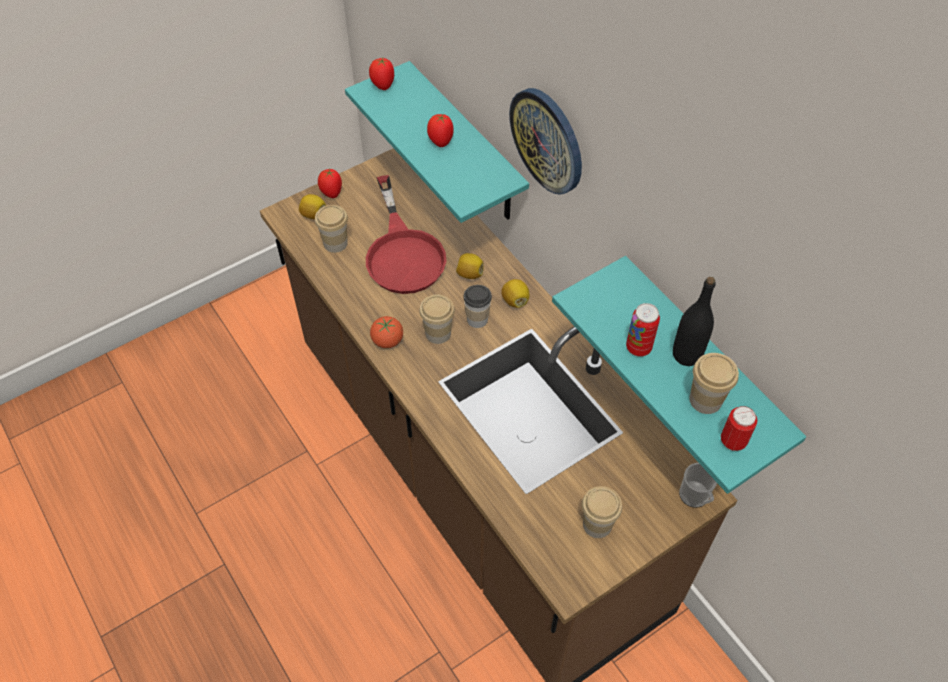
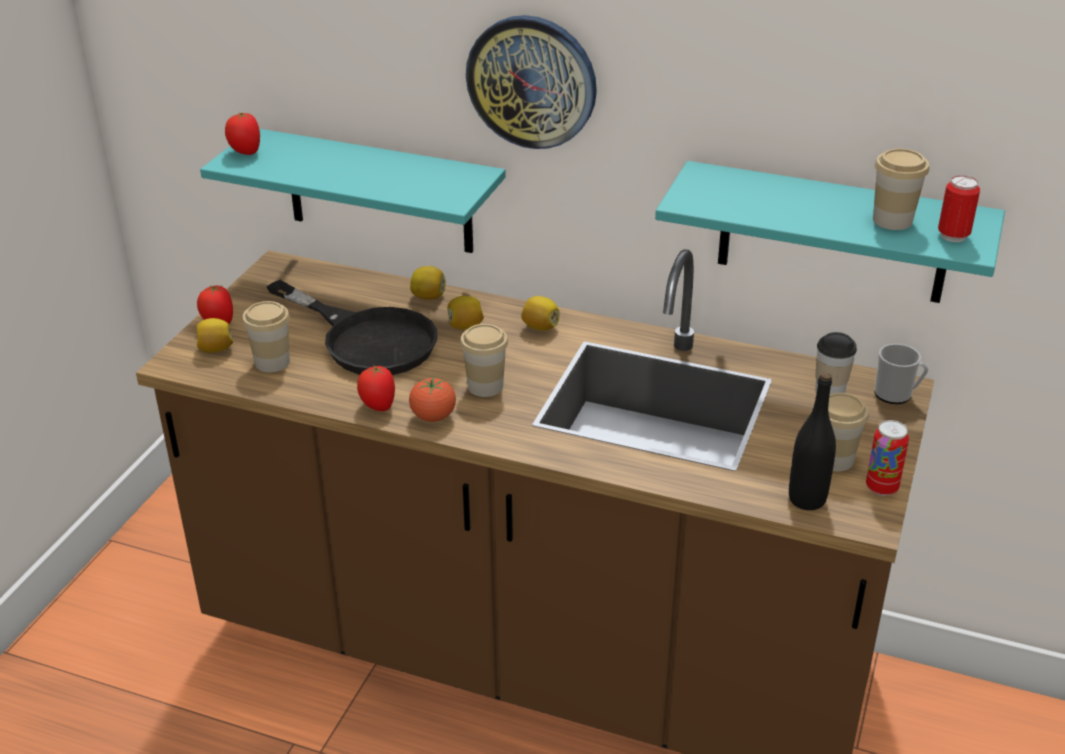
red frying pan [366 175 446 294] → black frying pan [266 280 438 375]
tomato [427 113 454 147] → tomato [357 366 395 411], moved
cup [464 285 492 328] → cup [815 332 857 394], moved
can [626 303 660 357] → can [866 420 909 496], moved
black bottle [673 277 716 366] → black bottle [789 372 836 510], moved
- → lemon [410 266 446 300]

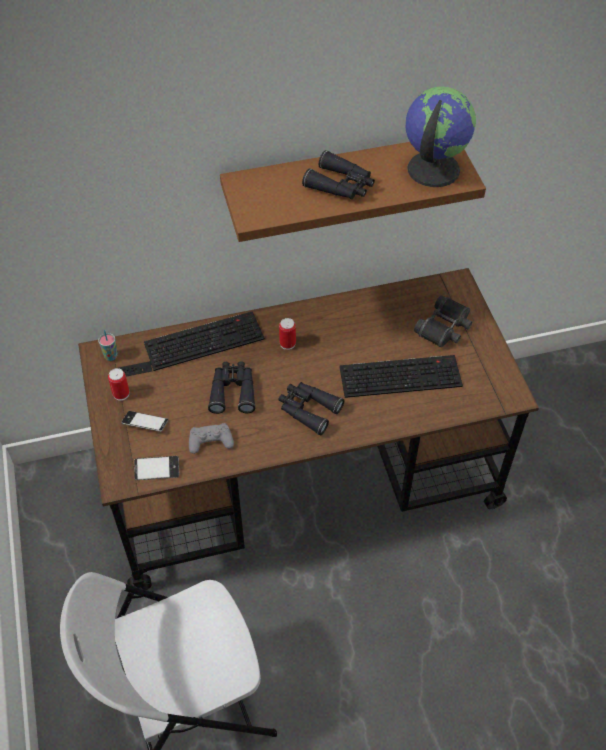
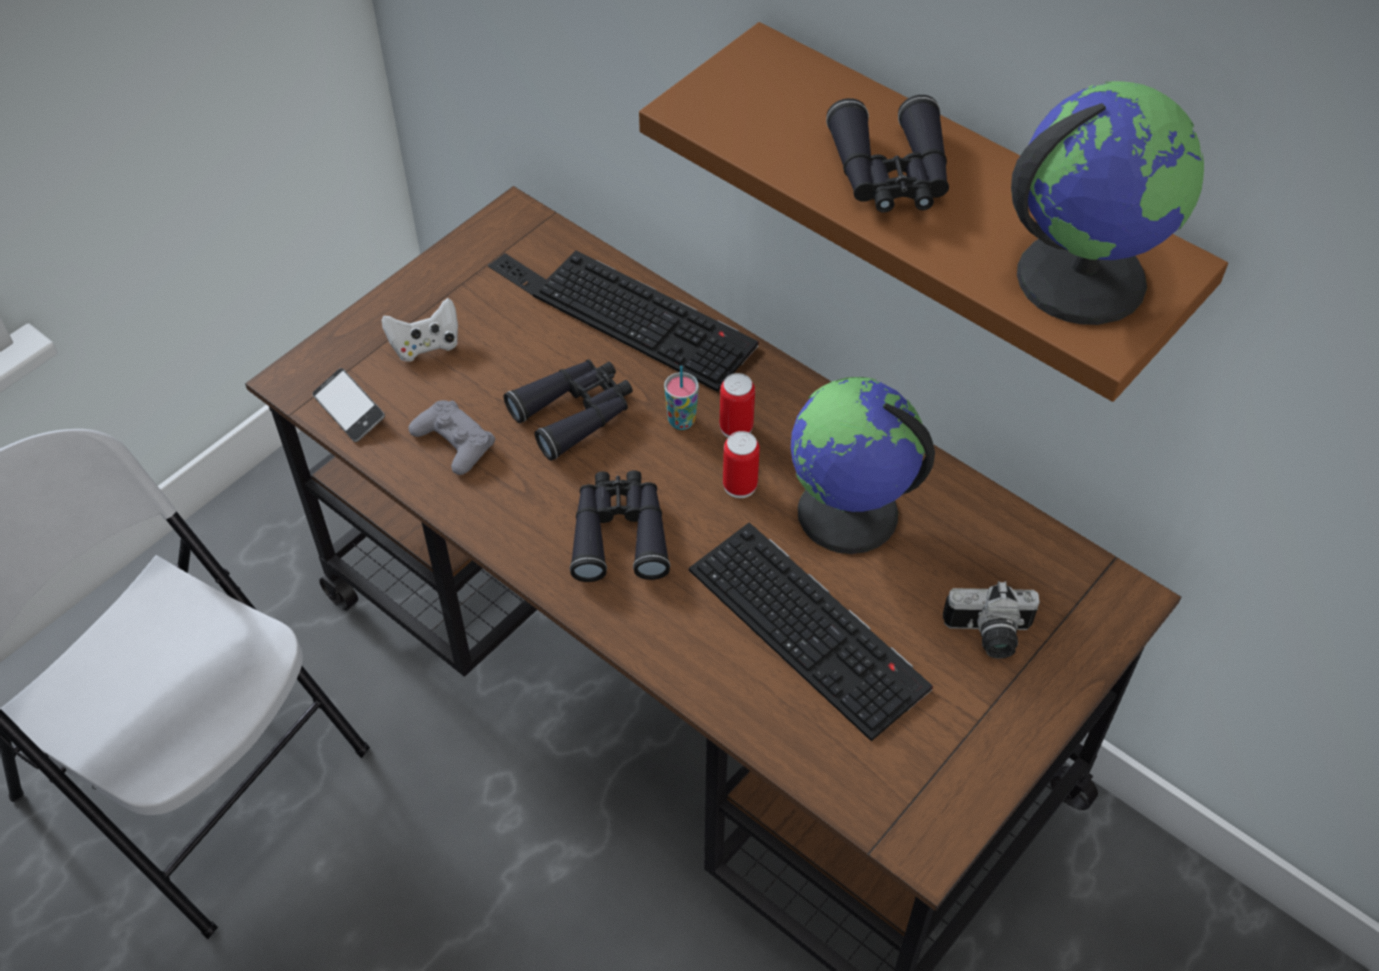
cup [98 330 118 361] → cup [664 365 699 430], moved
can [108 368 129 401] → can [723 431 760 498], moved
phone [121 411 168 432] → white game controller [382 298 458 362]
black binoculars [414 295 472 347] → photo camera [943 581 1040 659]
- → globe [791 377 935 554]

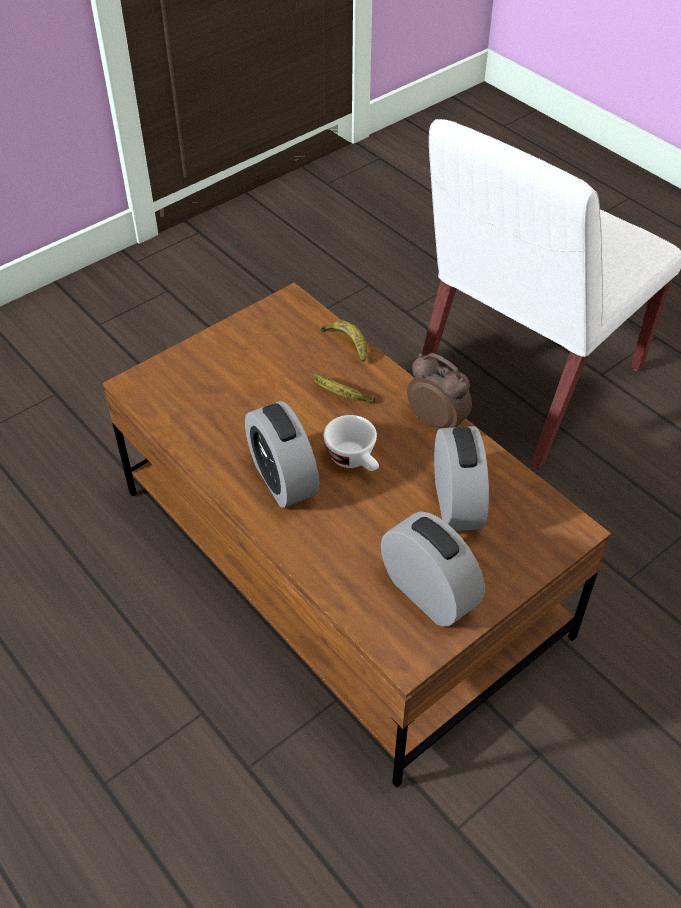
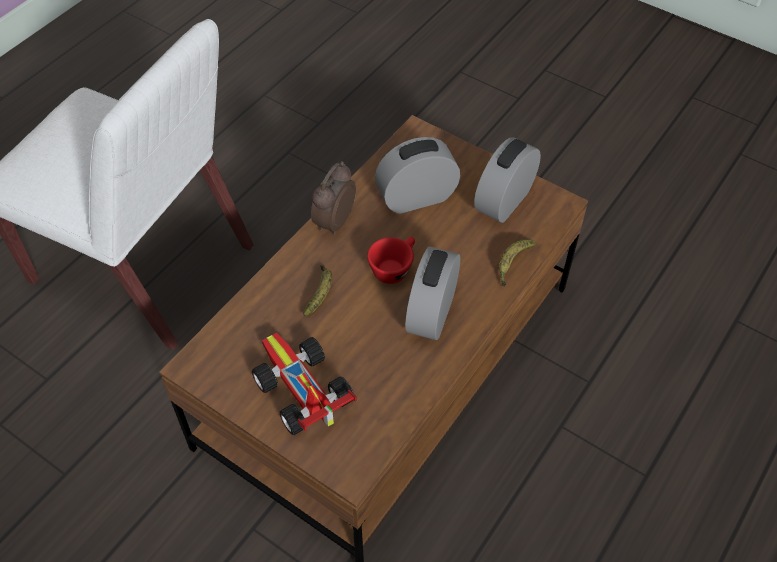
alarm clock [245 401 319 508] → alarm clock [405 246 460 340], 150 degrees clockwise
banana [321 320 367 362] → banana [499 239 537 287], moved
white cup [323 415 379 471] → red cup [367 237 415 284]
- → toy car [252 333 357 435]

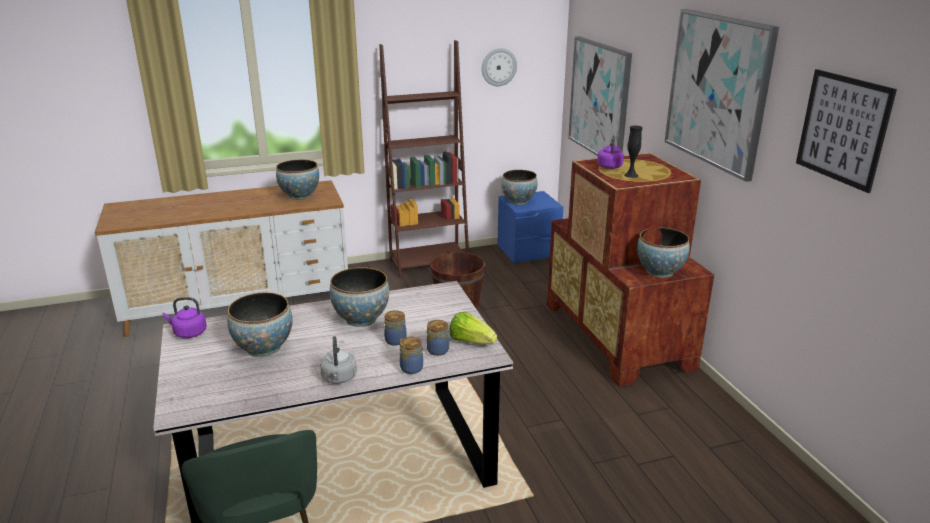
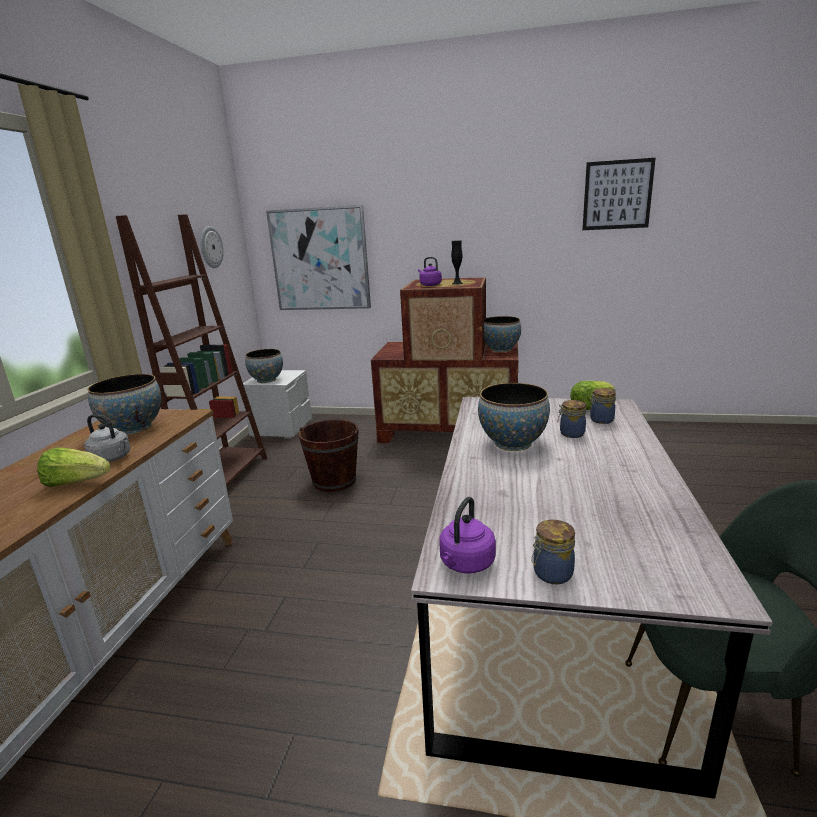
bowl [227 292 292 357] → -
grey kettle [320 336 357 384] → grey kettle [84 414 130 462], moved
jar [400 337 423 374] → jar [532 520 575 584], moved
blue nightstand [497 191 563 264] → white nightstand [243 370 312 439]
picture [665 9 779 182] → -
- → lettuce [37 447 110 487]

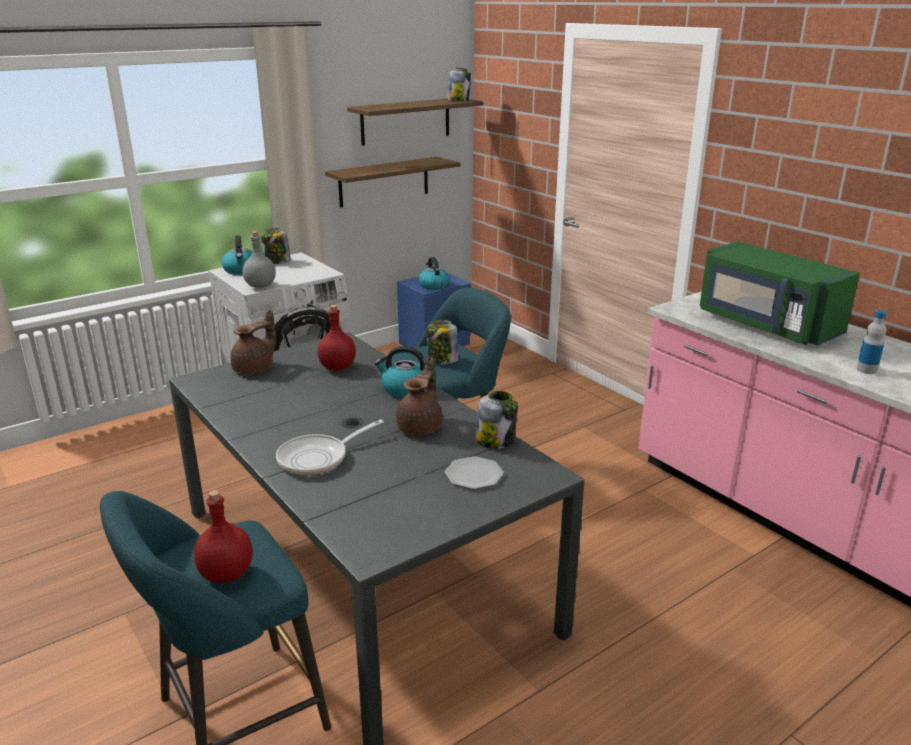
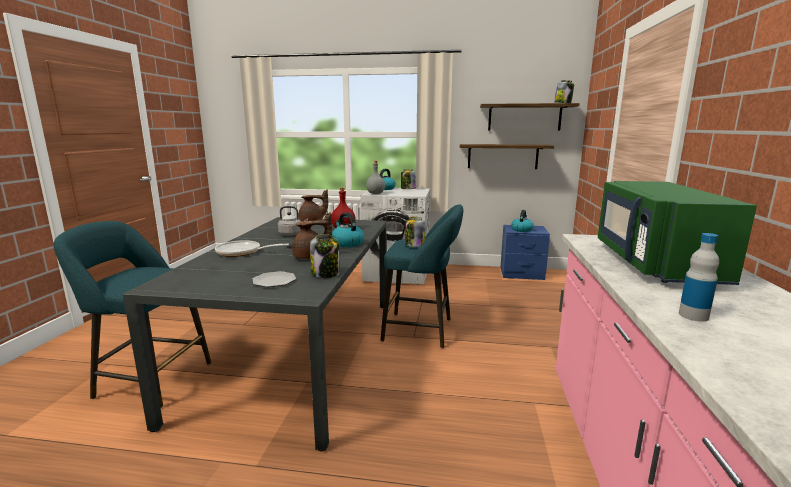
red bottle [194 490 253 583] → -
- → grey kettle [278 206 308 236]

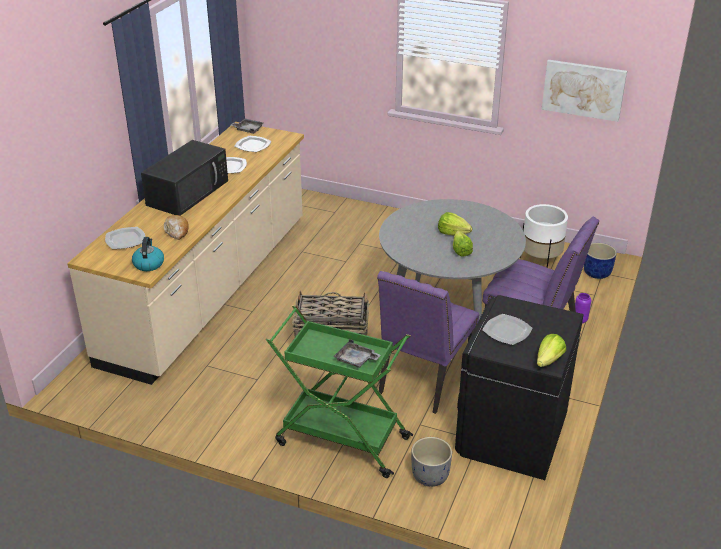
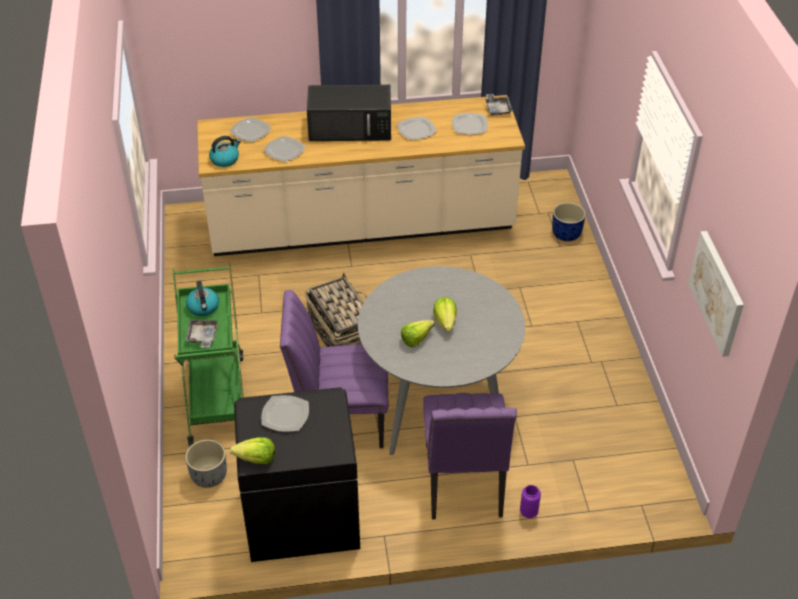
bread [164 215 189 240] → plate [263 136 306 162]
white planter [520 204 568 268] → -
blue planter [584 243 617 279] → blue planter [552 202 586 241], moved
- → kettle [186 281 219 316]

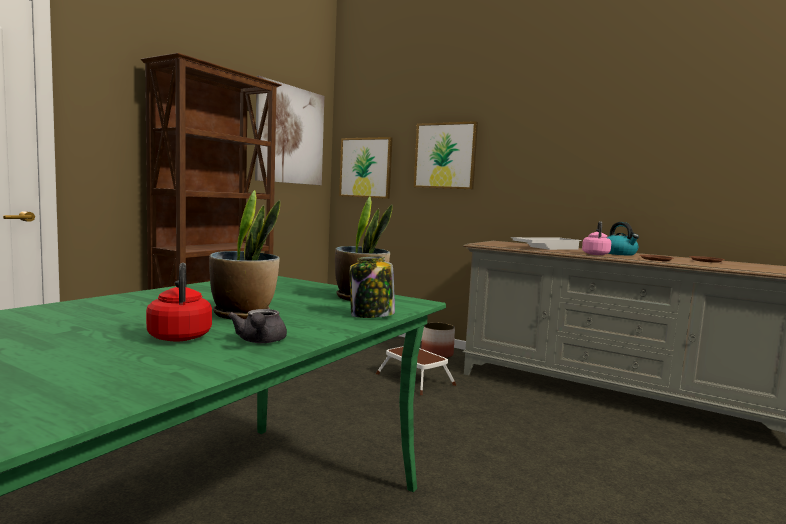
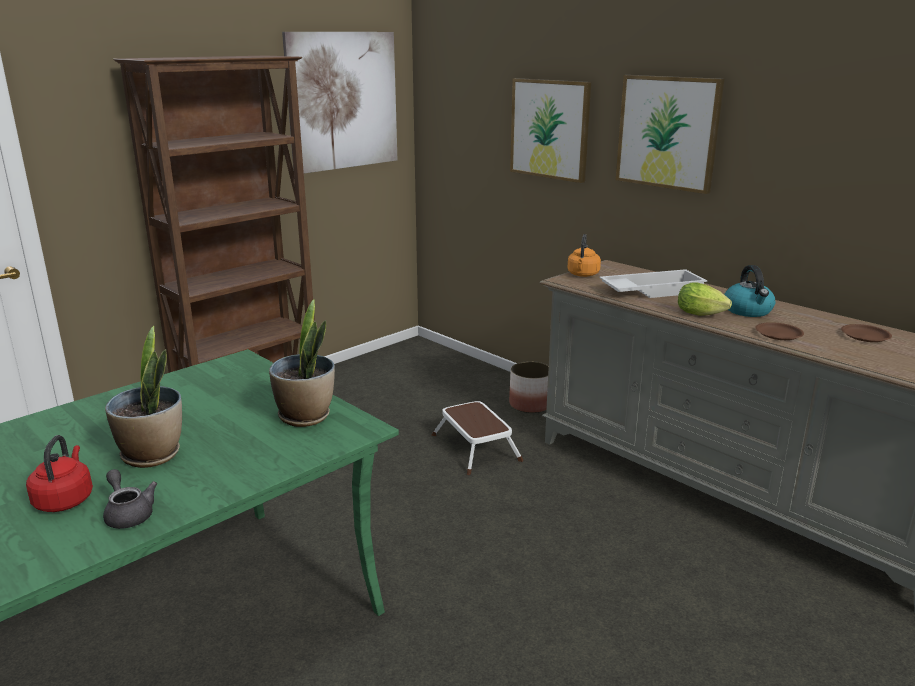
grey teapot [228 309 287 343] → grey teapot [103 469 157 529], 135 degrees clockwise
picture [339 137 393 199] → picture [616 75 724 194], moved
jar [350 256 395 318] → -
pink kettle [582 221 611 255] → lettuce [678 282 732 316]
- → orange kettle [568 234 601 277]

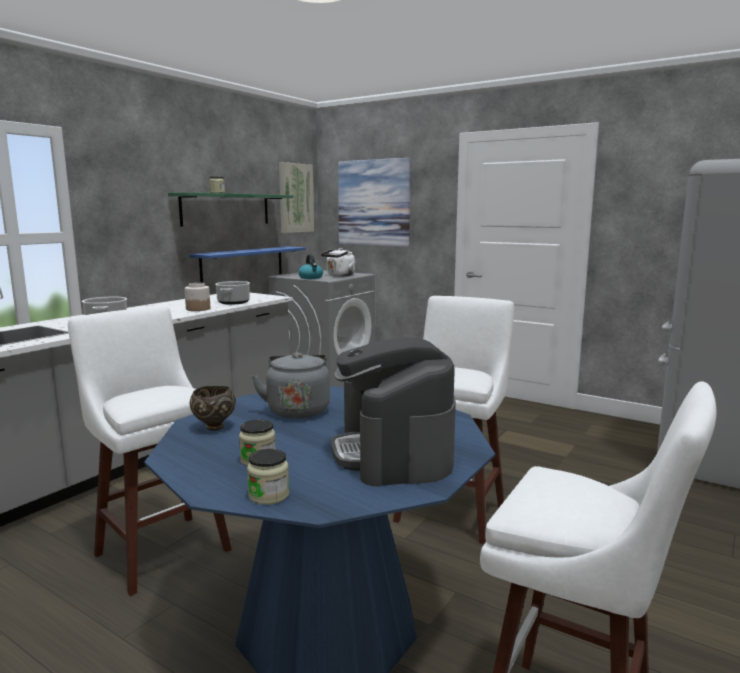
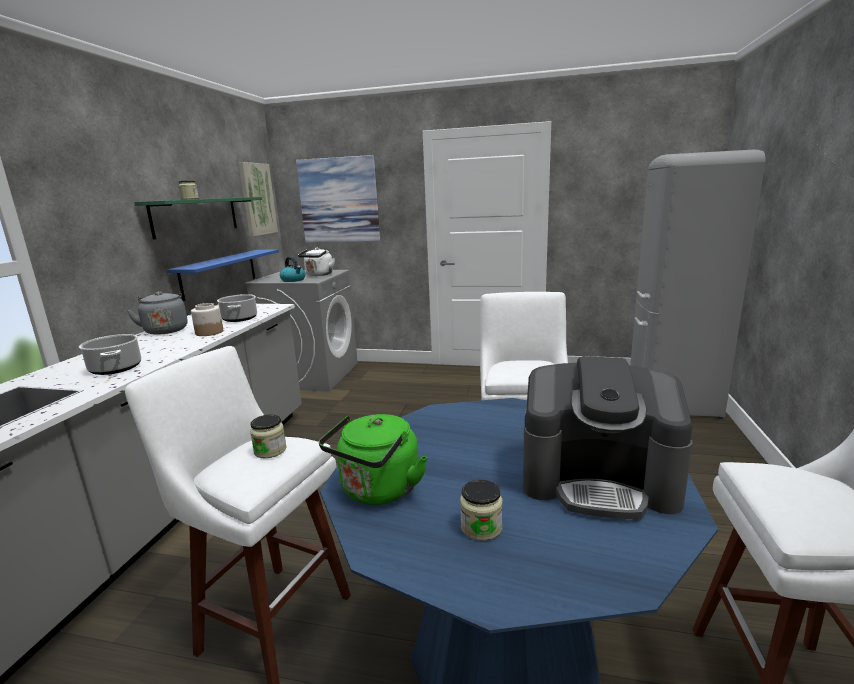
brown bowl [190 386 236 431] → green kettle [319 414 428 505]
jar [247 449 289 505] → jar [250 415 287 458], moved
grey kettle [252 352 330 419] → grey kettle [127 291 187 335], moved
coffee machine [331 337 456 486] → coffee machine [523 356 692 519], 45 degrees counterclockwise

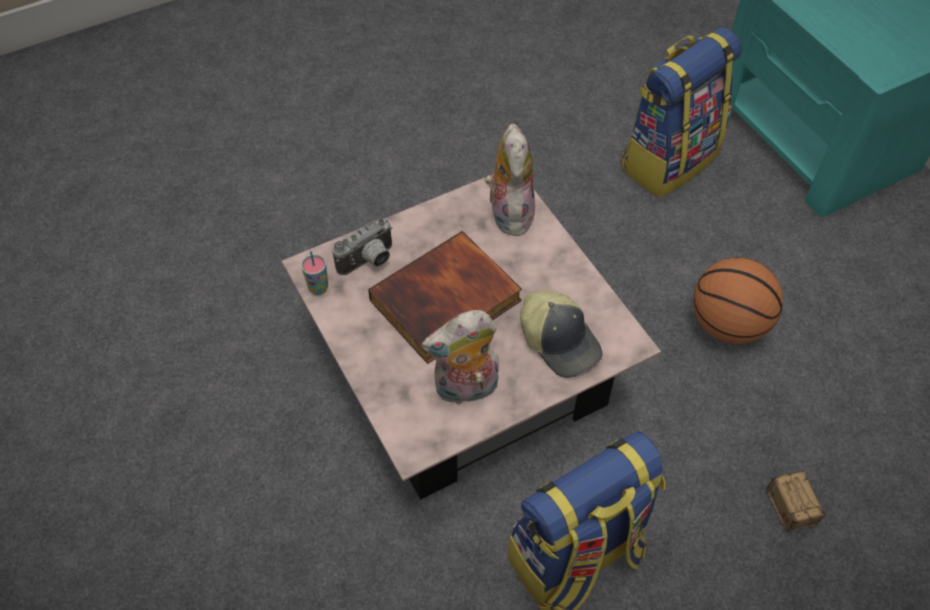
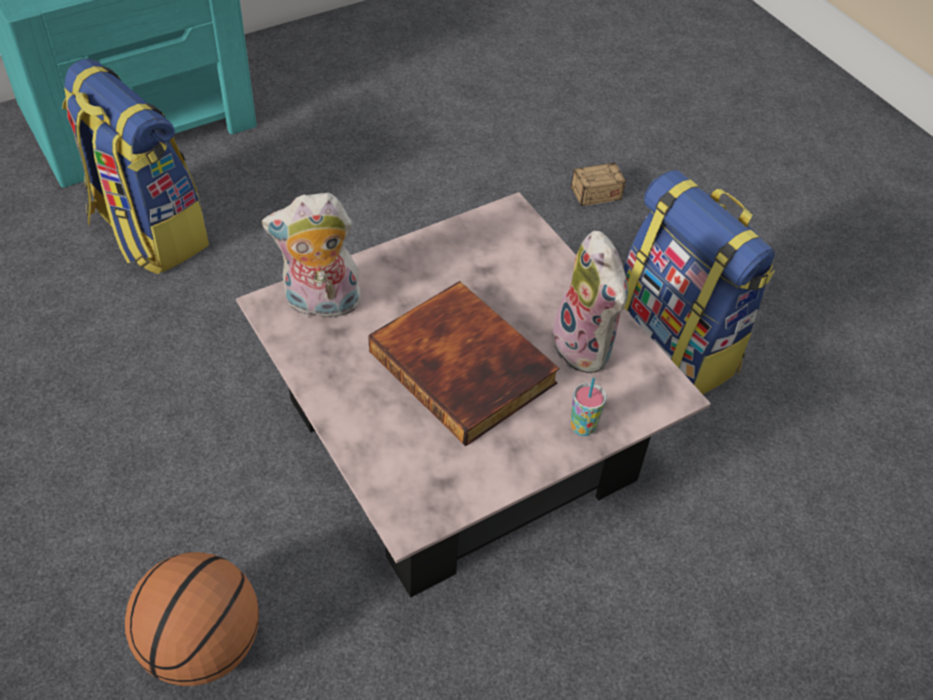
cup [301 251 328 295] → cup [570 378 606 436], moved
photo camera [332 219 392 275] → -
cap [520 291 603 378] → -
basketball [693 257 783 344] → basketball [125 552 259 686], moved

